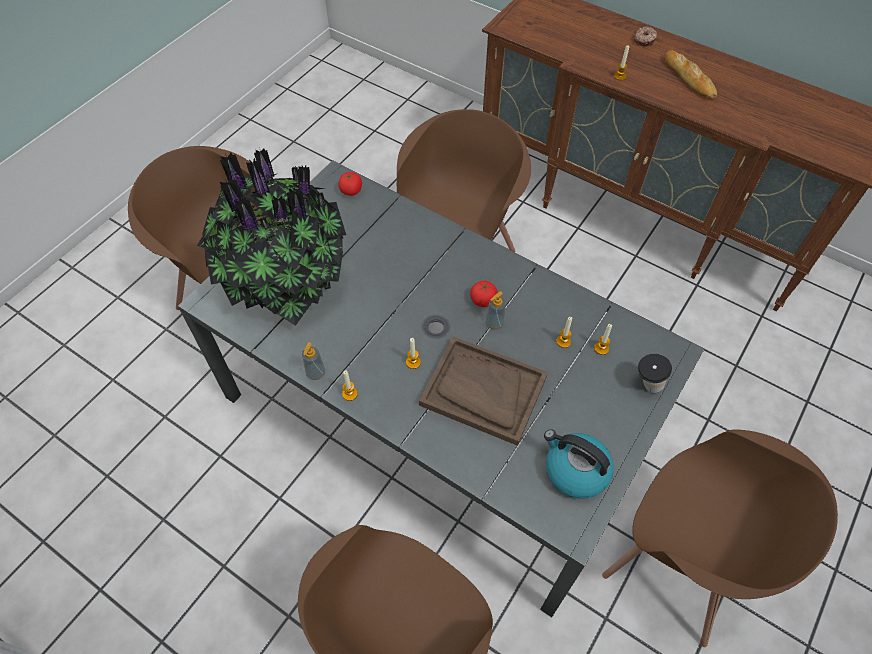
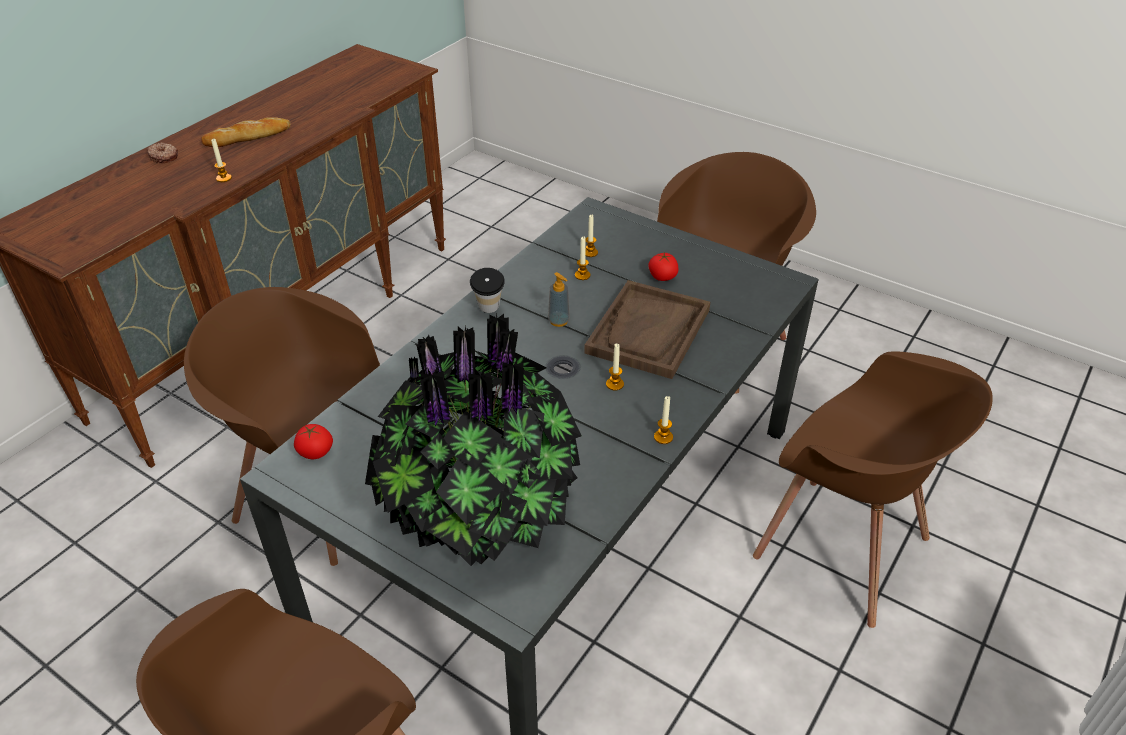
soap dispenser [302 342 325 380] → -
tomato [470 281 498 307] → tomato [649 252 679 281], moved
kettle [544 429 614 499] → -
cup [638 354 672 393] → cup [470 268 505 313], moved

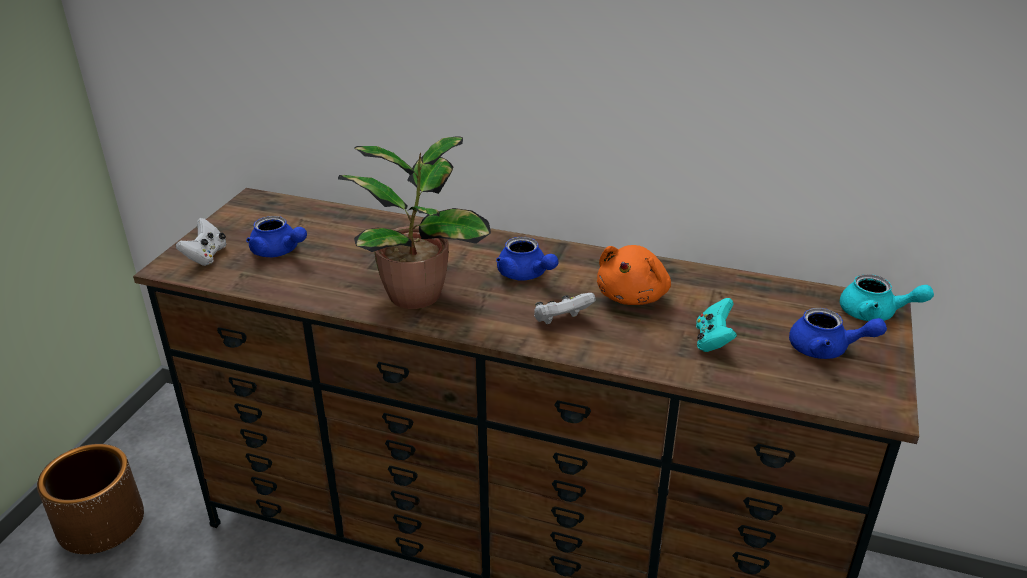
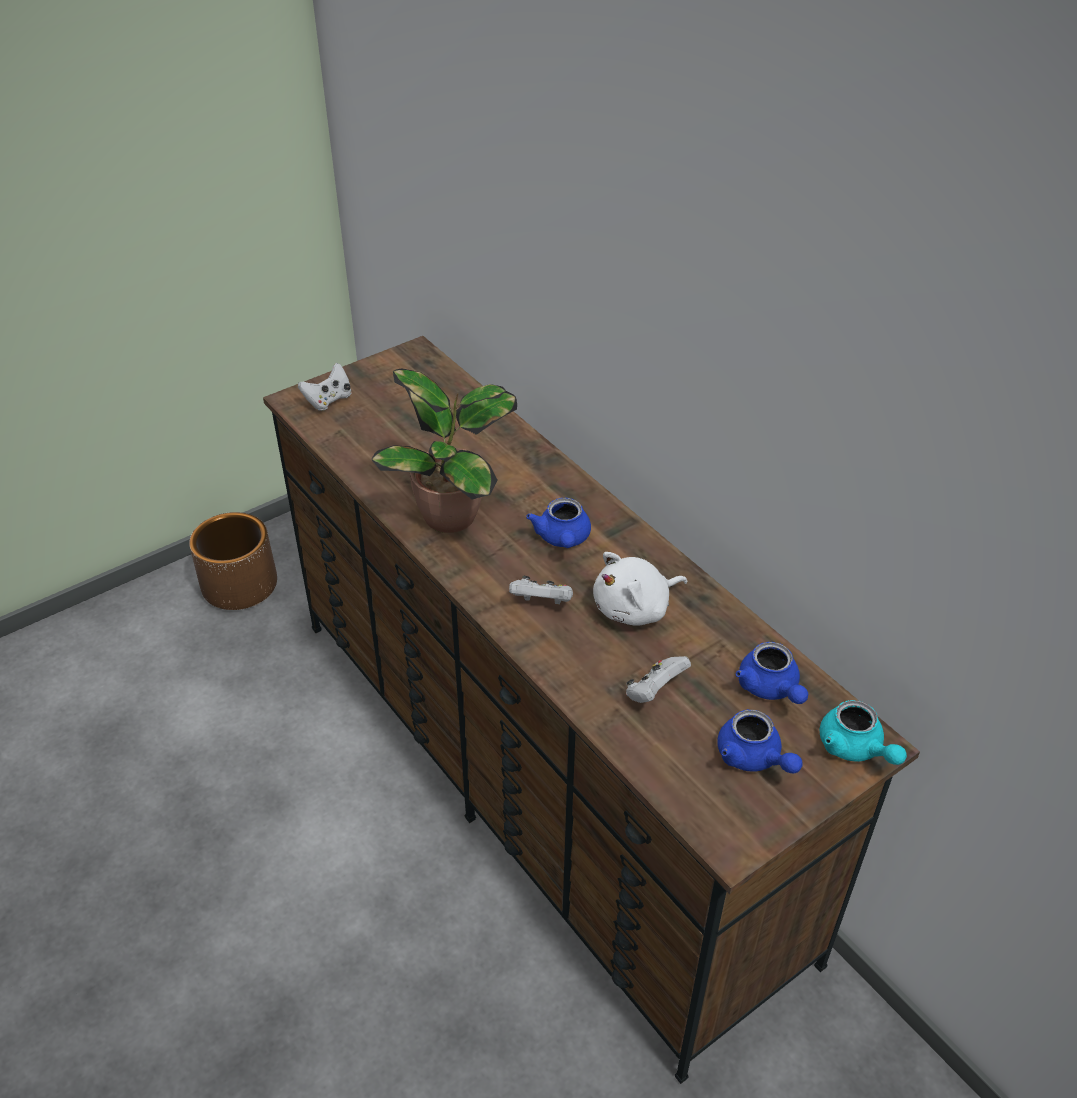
blue teapot [246 216 307 257] → blue teapot [736 642 808 704], moved
orange plush toy [597 245 671 305] → white plush toy [593 552 688 625]
turquoise game controller [696 298 737 352] → white game controller [626 656 691 703]

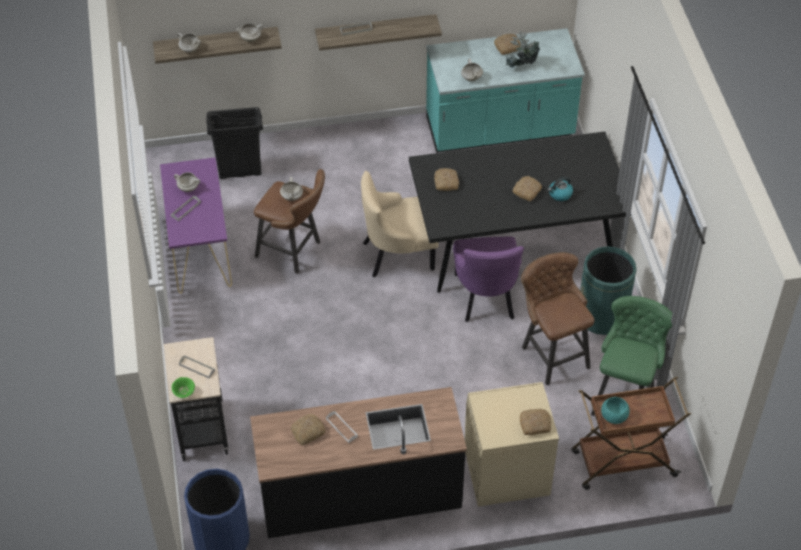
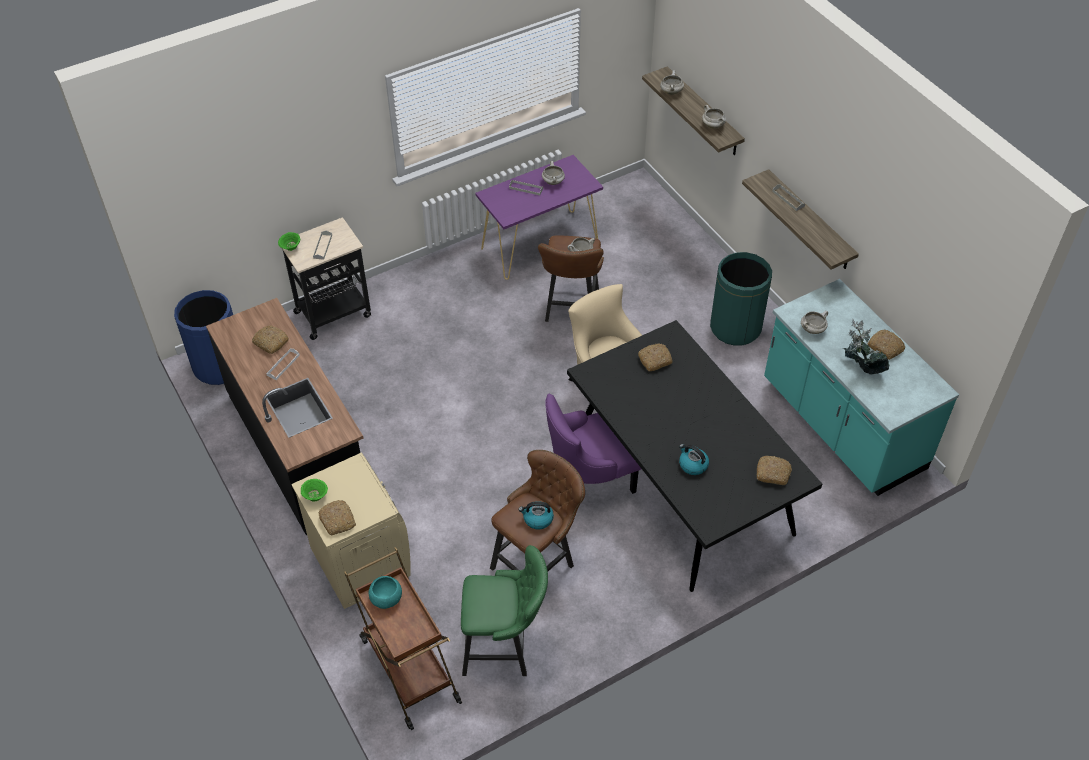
black trash can [206 107 263 179] → -
bread [512 176 542 201] → bread [757 456 792 485], moved
green trash can [580 246 637 335] → green trash can [710 252 772 346], moved
- → green bowl [301 479 328 501]
- → kettle [519 501 554 530]

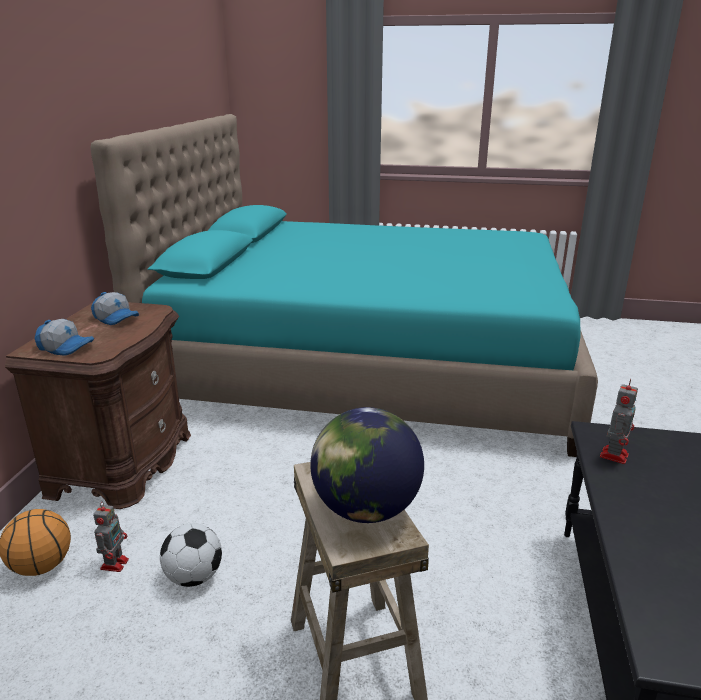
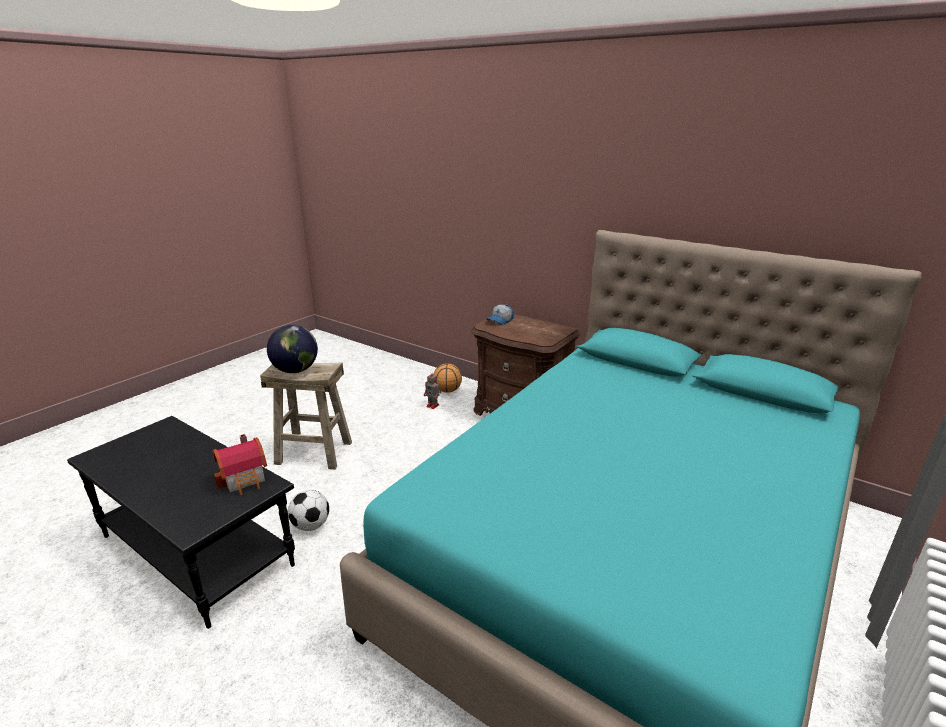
cap [91 292 139 325] → -
football [160 523 222 587] → football [288 490 329 531], moved
toy robot [600 379 638 464] → toy house [213 434 267 495]

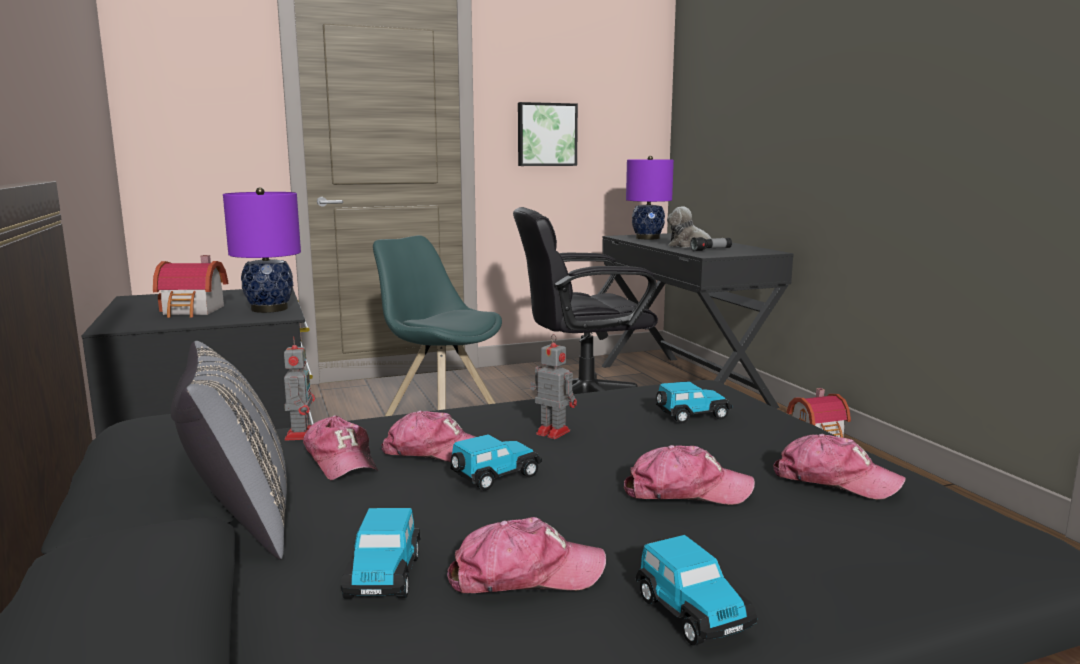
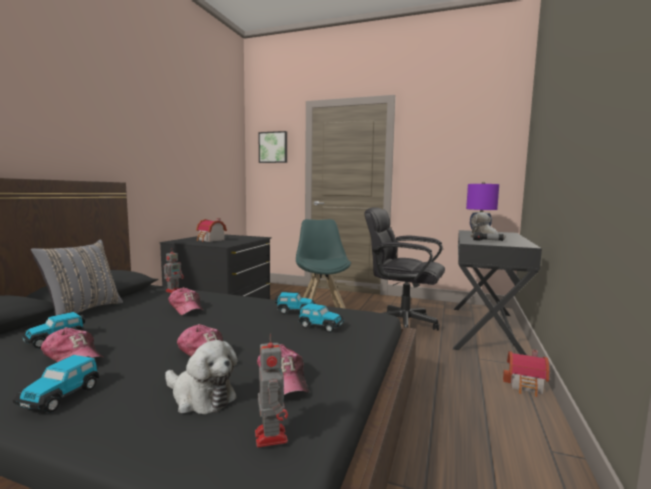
purple table lamp [223 187 301 313] → -
cap [303 415 378 481] → -
toy car [450 434 542 491] → toy car [275 292 316 314], moved
picture [518 102 578 166] → picture [259 131 287 163], moved
toy robot [530 334 577 439] → toy robot [255 333 288 447], moved
- → plush toy [165 340 237 414]

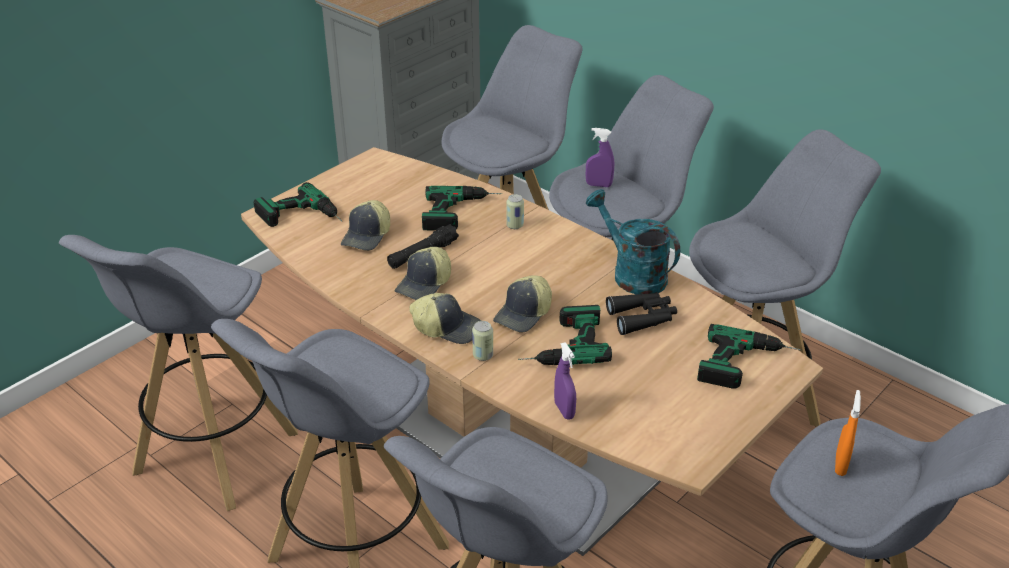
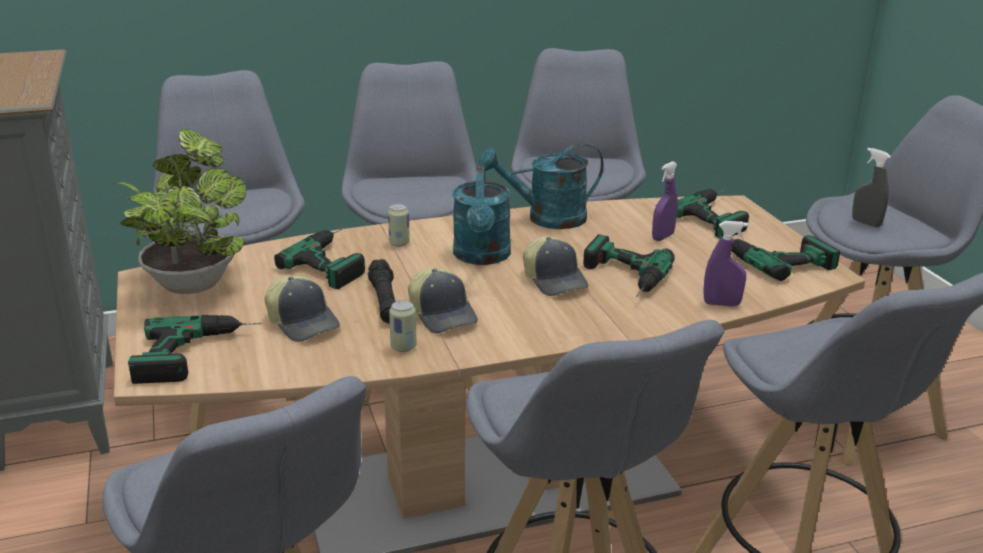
cap [409 293 481 344] → -
can [472 321 493 361] → can [389 300 417 352], moved
purple spray bottle [586 128 614 187] → purple spray bottle [652 161 678 241], moved
black binoculars [606 293 677 335] → -
orange spray bottle [835 390 861 476] → grey spray bottle [852 148 891 227]
- → potted plant [114 129 247 294]
- → turquoise watering can [452 164 511 265]
- → power drill [719 235 840 281]

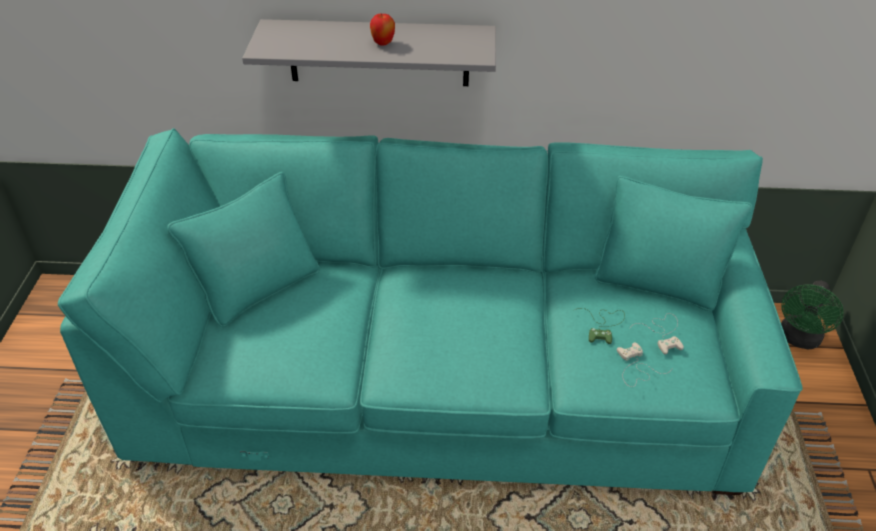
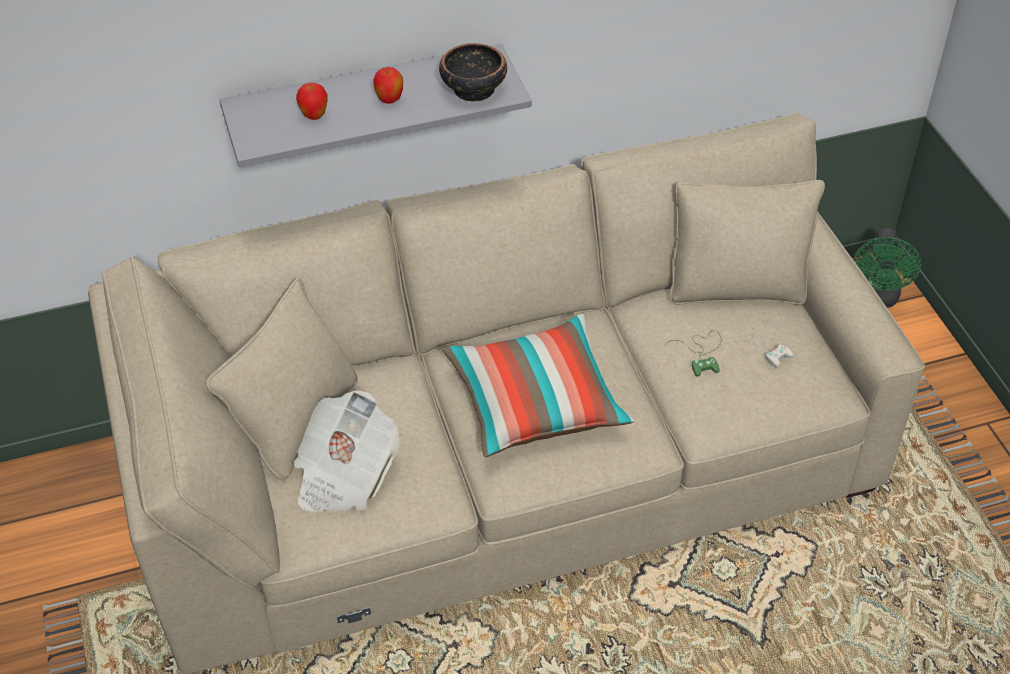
turquoise sofa [58 128 803 495] → beige sofa [88 112 925 674]
white game controller [617 342 673 387] → -
- → newspaper [294 390 400 512]
- → apple [296 83 328 120]
- → bowl [439 43 507 102]
- → pillow [442 314 634 457]

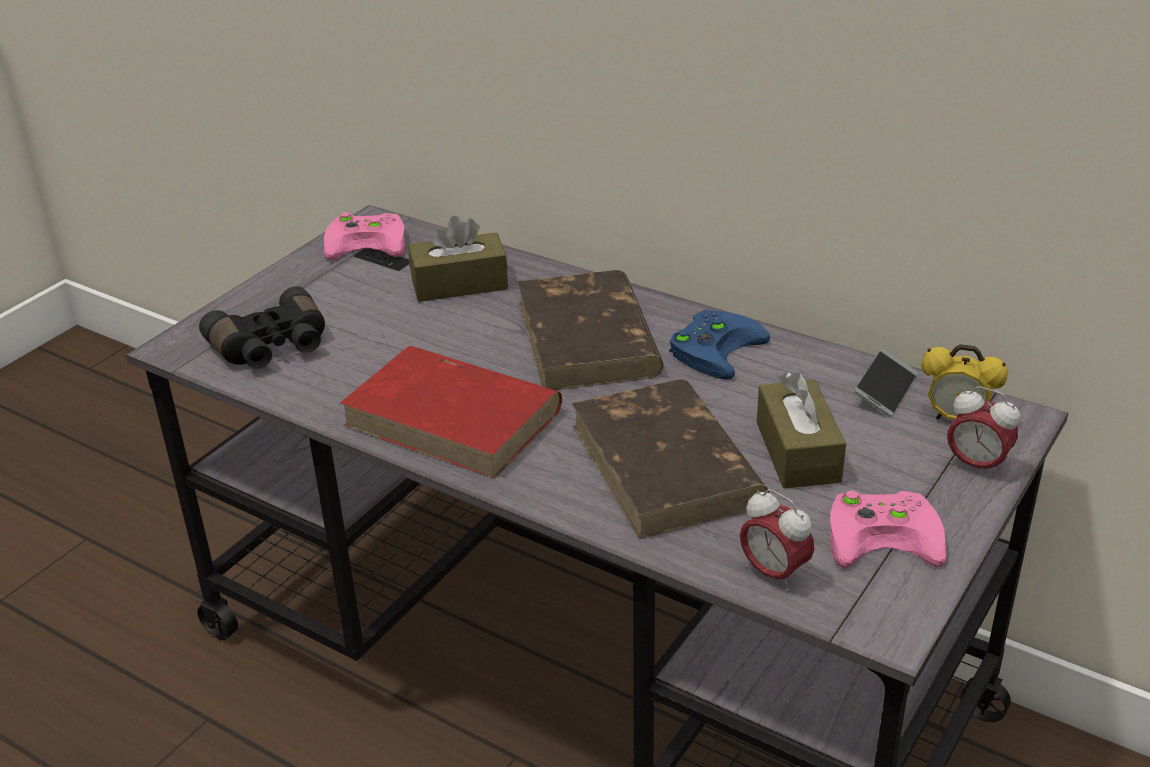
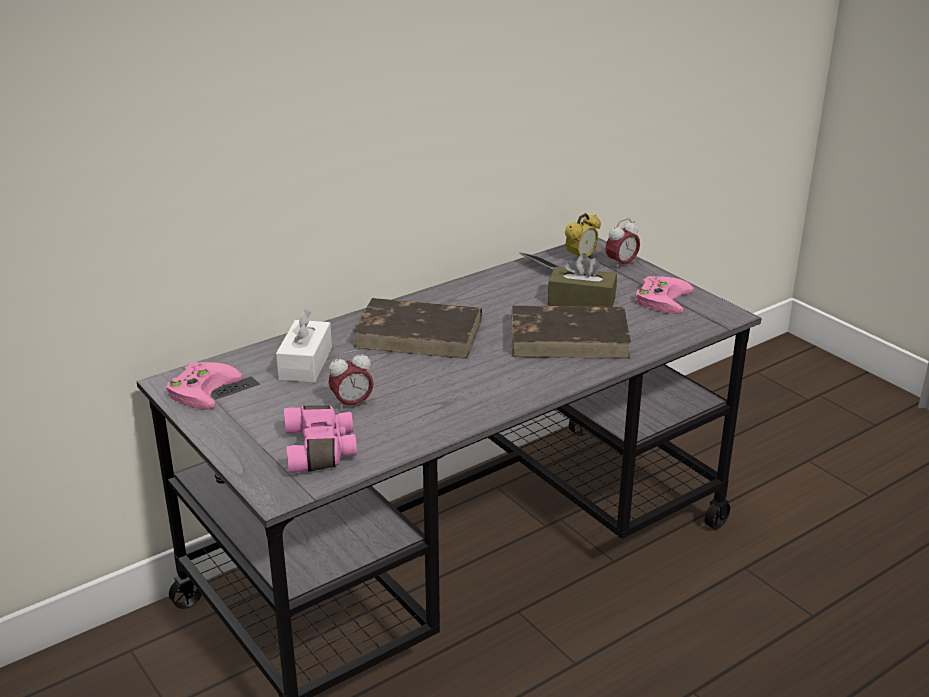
black binoculars [199 286 325 369] → pink binoculars [284 406 357 473]
red book [340 346 562 479] → -
brown tissue box [408 216 508 302] → white tissue box [276 309 332 383]
blue game controller [669 310 770 380] → -
alarm clock [740 489 814 592] → alarm clock [329 350 374 411], moved

